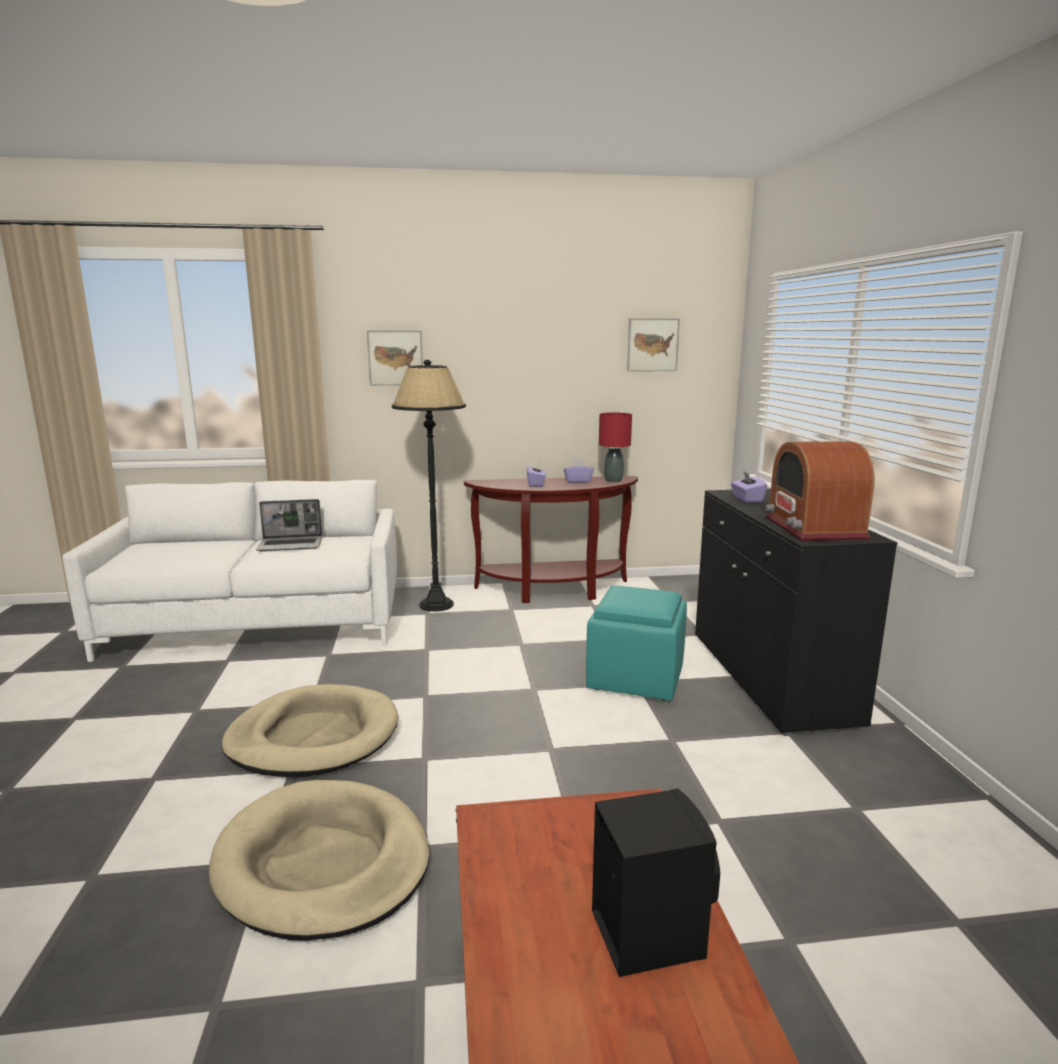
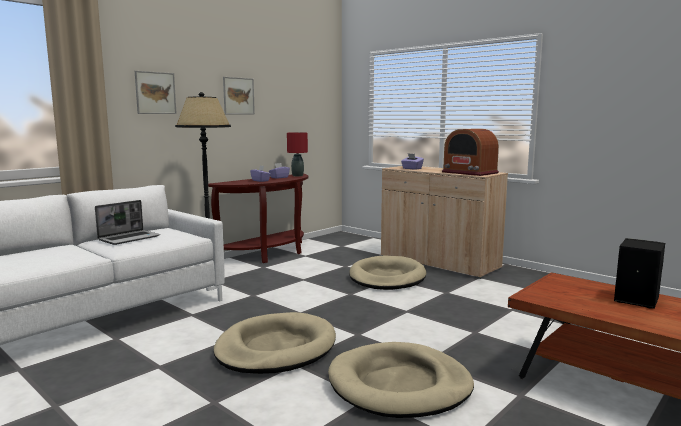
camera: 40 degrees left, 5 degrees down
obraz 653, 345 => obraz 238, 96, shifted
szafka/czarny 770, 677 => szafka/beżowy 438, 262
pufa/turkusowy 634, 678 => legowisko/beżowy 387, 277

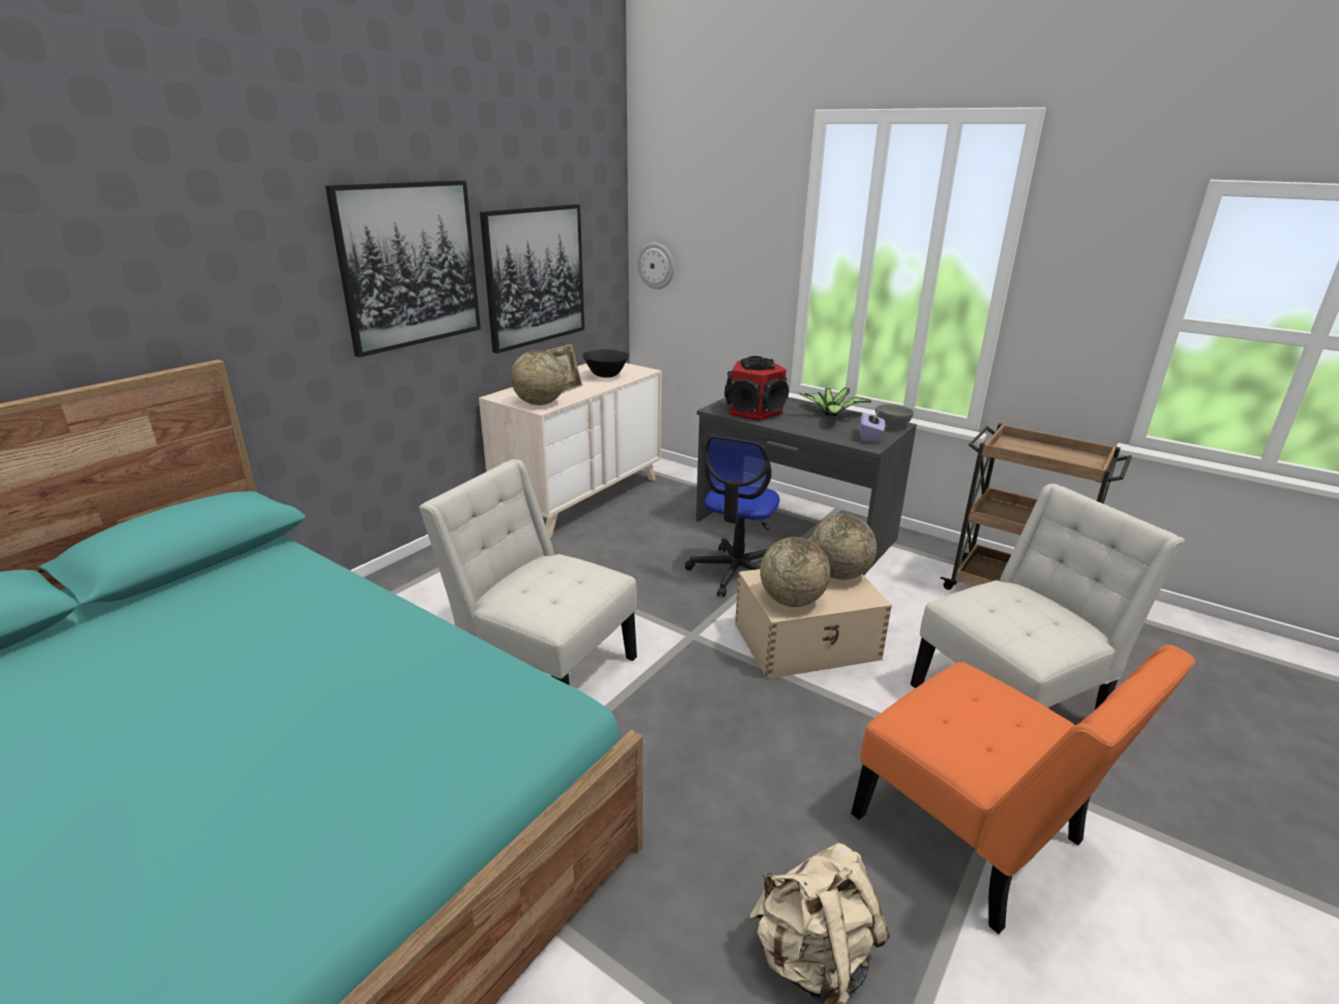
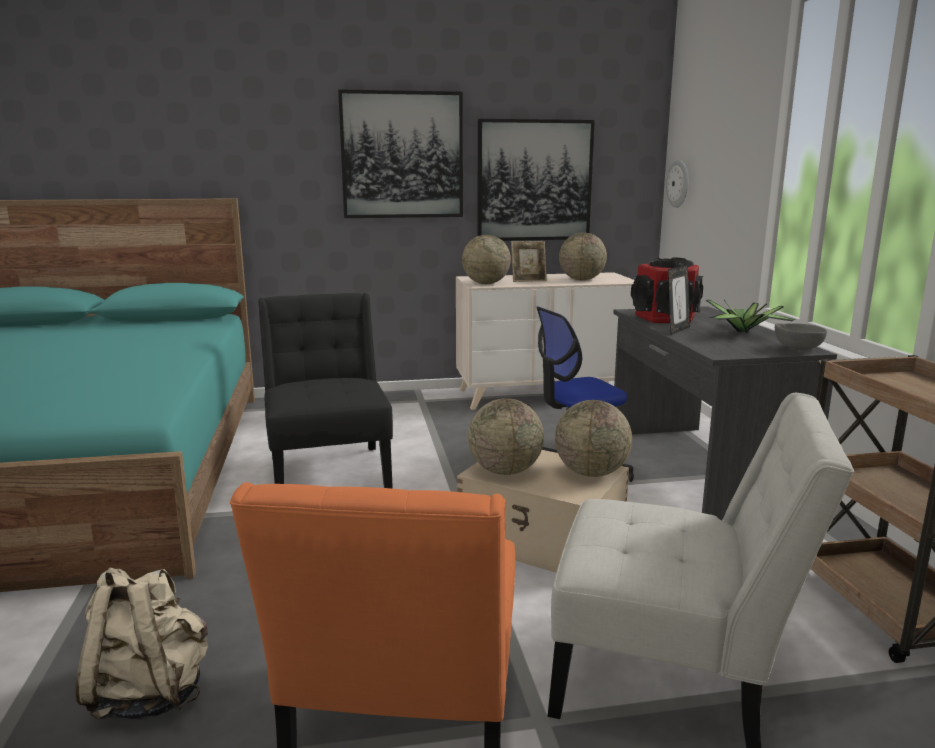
camera: 45 degrees right, 10 degrees down
miska/czarny 606, 376 => globus 581, 280
pudełko chusteczek/fioletowy 870, 437 => nothing
krzesło/biały 543, 666 => krzesło/czarny 329, 470
nothing => ramka na zdjęcie 676, 330

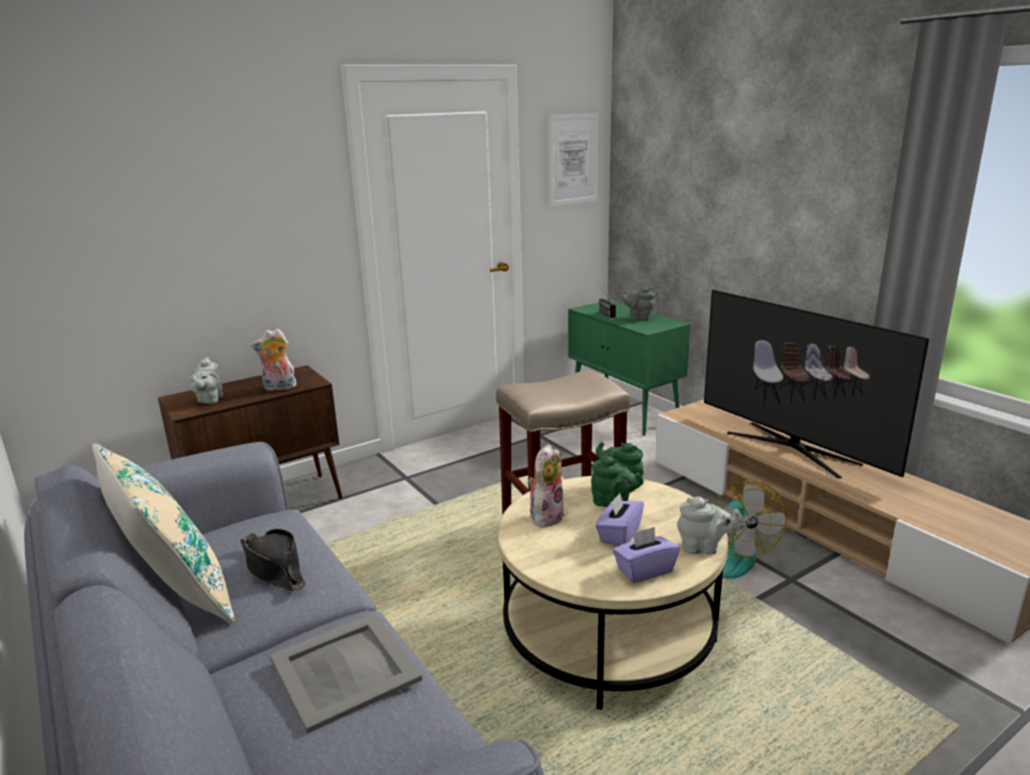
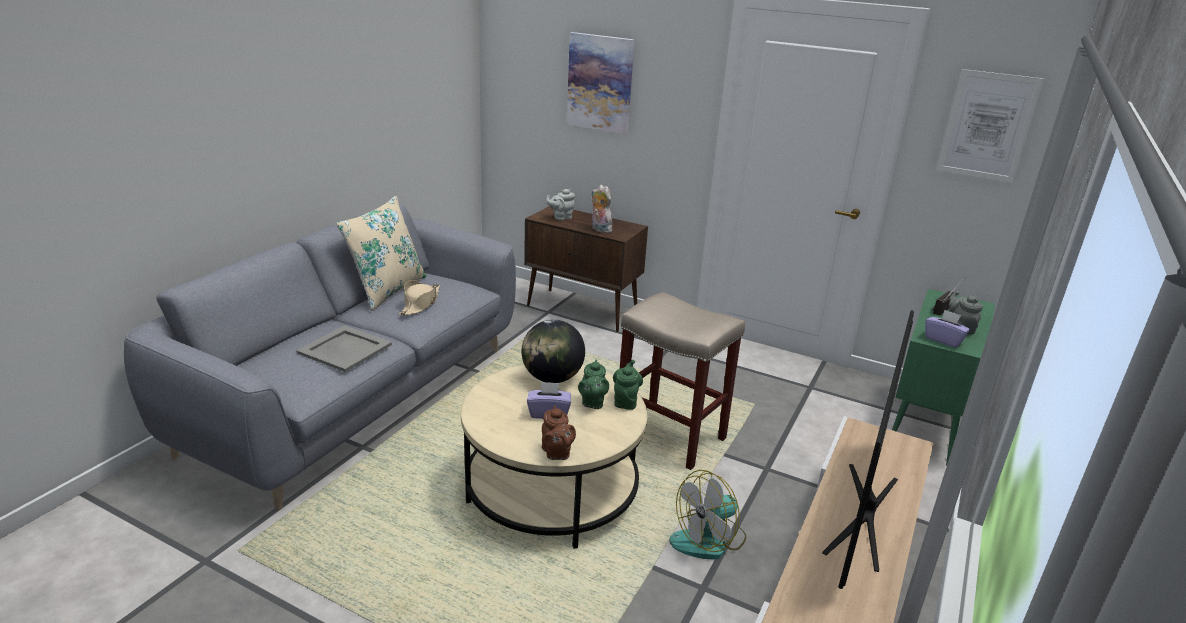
camera: 60 degrees right, 5 degrees up
pluszak 545, 516 => globus 552, 378
imbryk/szary 703, 548 => imbryk/brązowy 556, 453
pudełko chusteczek/fioletowy 644, 570 => pudełko chusteczek/fioletowy 943, 340, shifted
kapelusz/czarny 273, 568 => kapelusz/beżowy 420, 304
nothing => obraz 600, 83

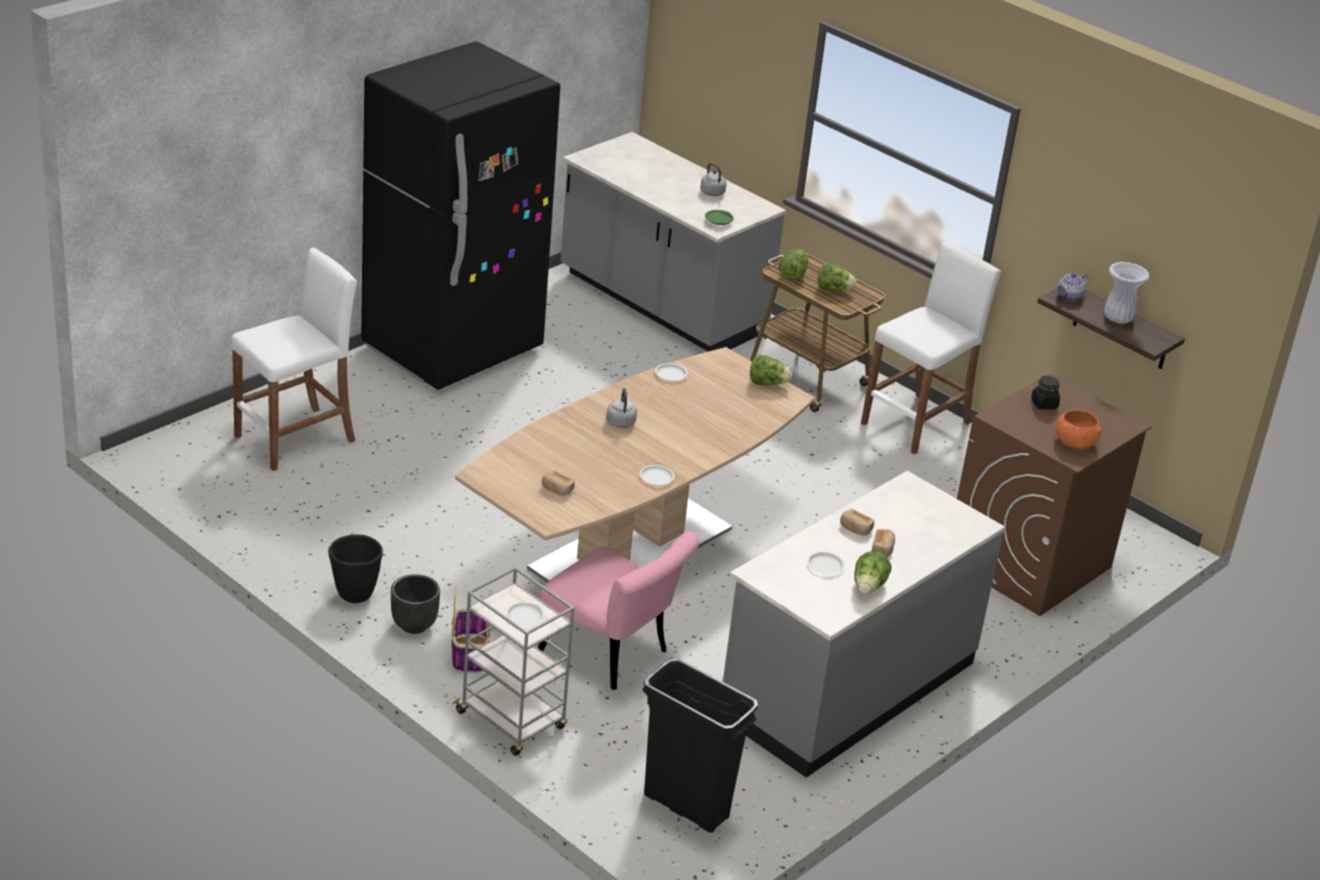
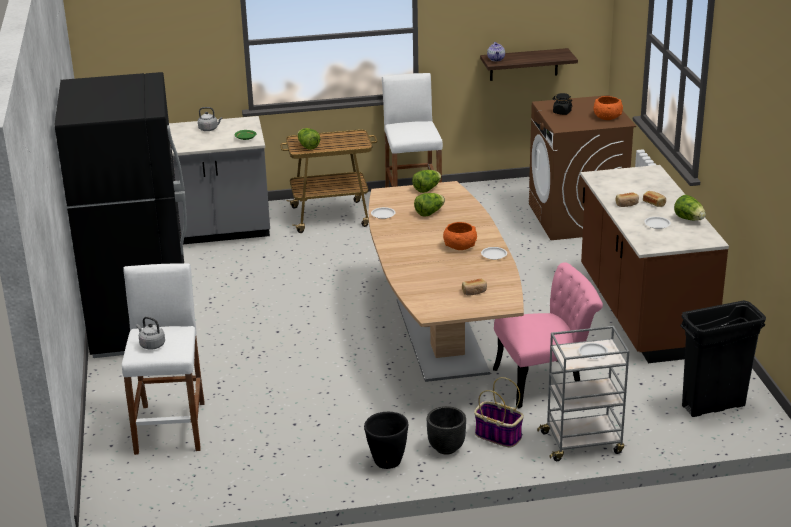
camera: 50 degrees left, 5 degrees down
wazon/biały 1117, 318 => nothing
sałata 833, 290 => sałata 429, 213, shifted
czajnik/szary 620, 421 => czajnik/szary 151, 345, shifted
zabudowa kuchenna/szary 846, 687 => zabudowa kuchenna/brązowy 642, 313
nothing => miska/pomarańczowy 460, 246

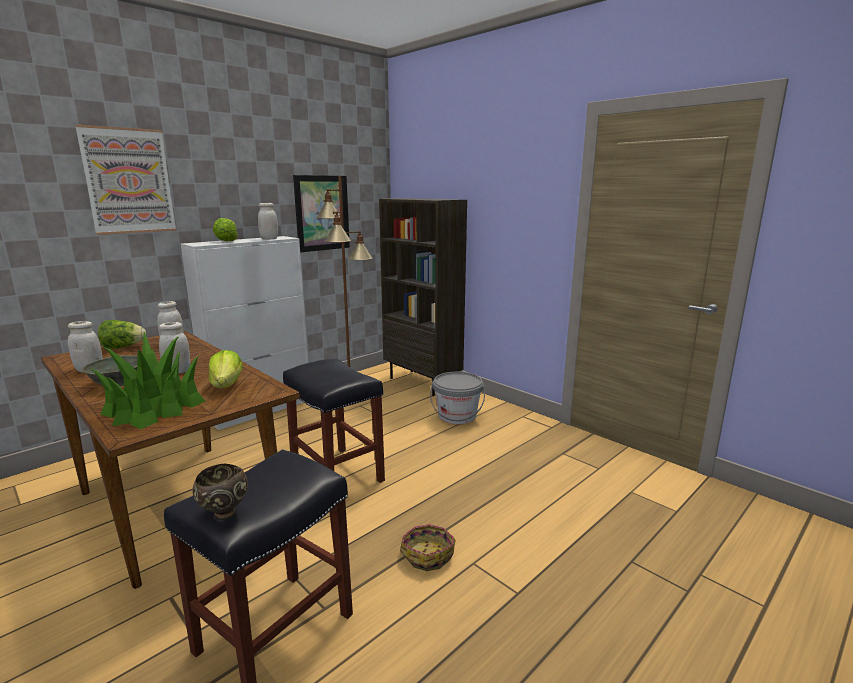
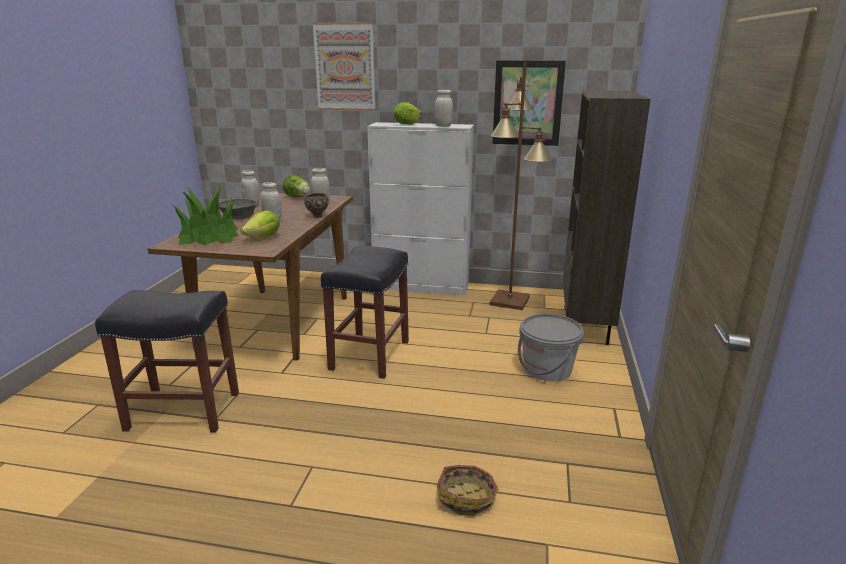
camera: 55 degrees right, 5 degrees up
miska/brązowy 223, 513 => miska/brązowy 317, 216, shifted
koszyk 428, 554 => koszyk 467, 497, shifted

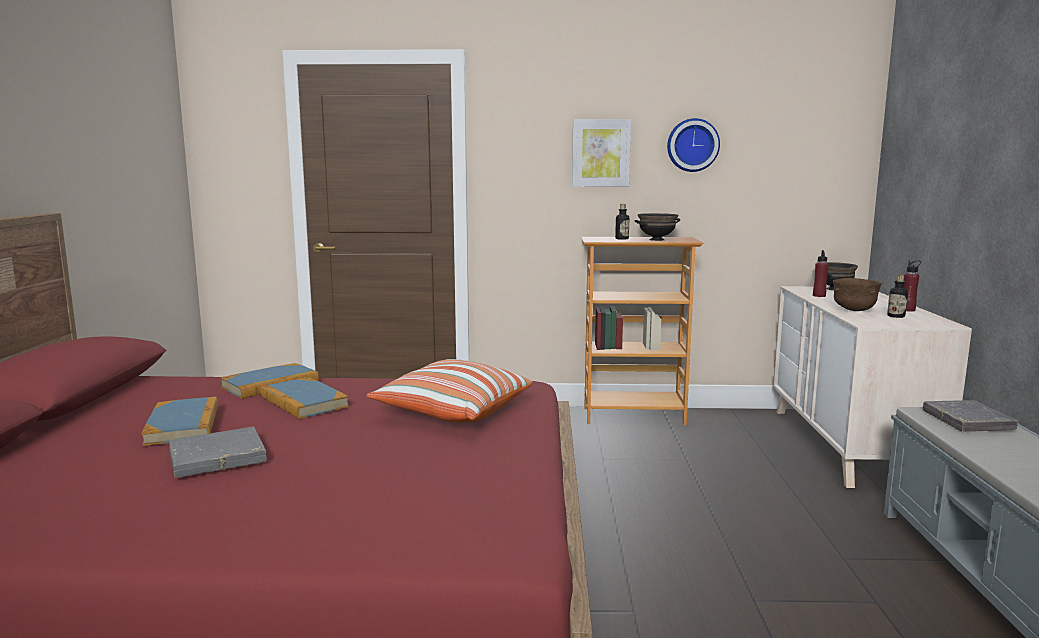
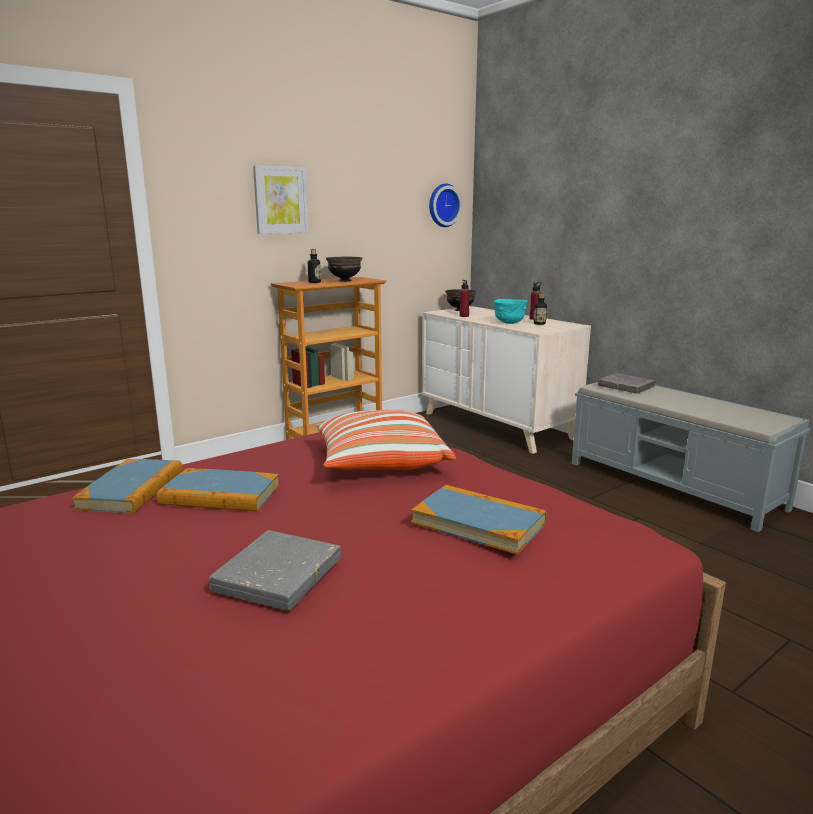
camera: 40 degrees left, 5 degrees up
zegar ścienny 692, 145 => zegar ścienny 442, 205, shifted
miska/brązowy 854, 310 => miska/turkusowy 509, 323
książka 183, 425 => książka 478, 523, shifted

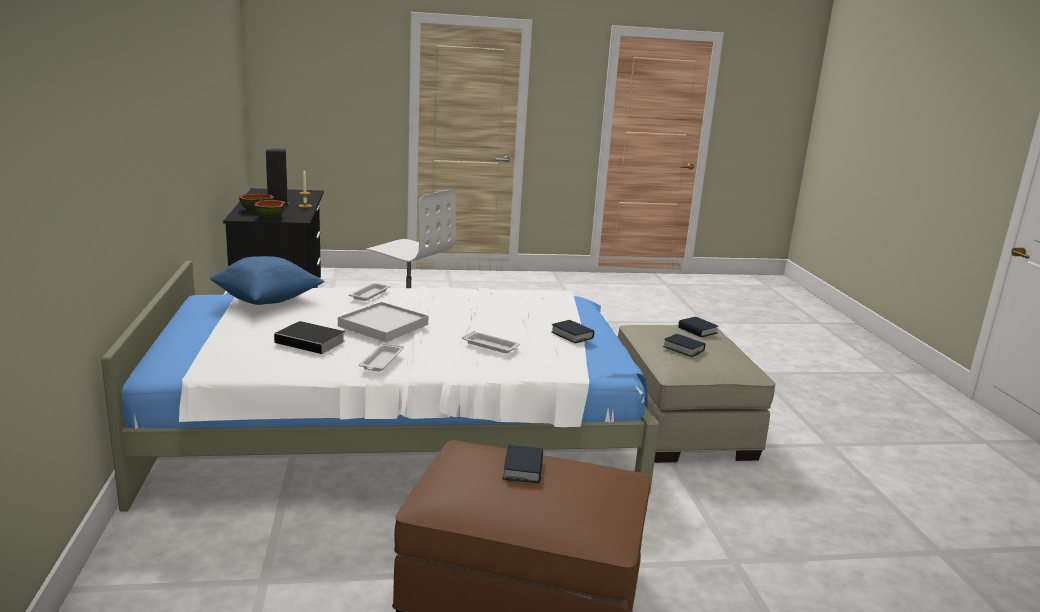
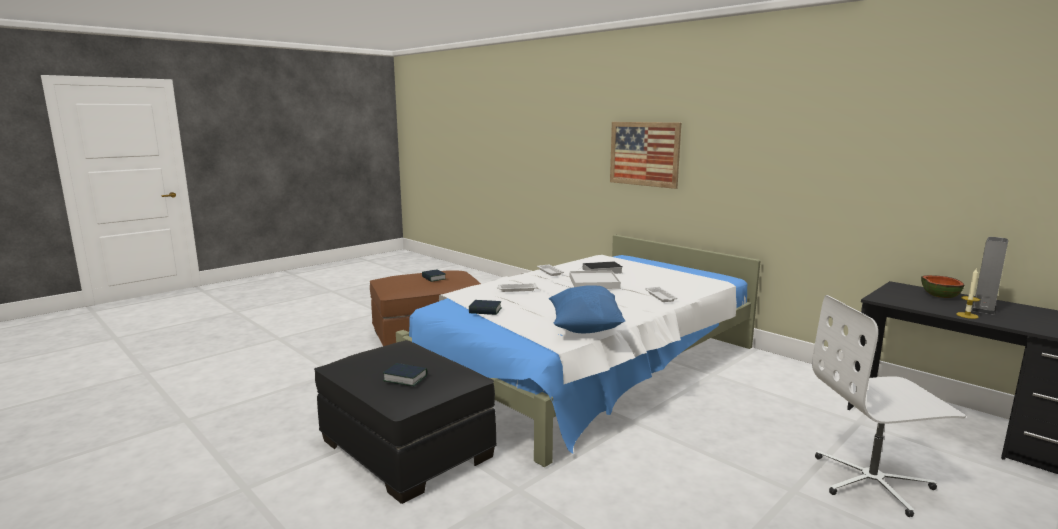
camera: 145 degrees right, 5 degrees down
miska 271, 218 => nothing
poduszka/niebieski 267, 301 => poduszka/niebieski 585, 328, shifted
pufa/beżowy 680, 424 => pufa/czarny 407, 449
książka 683, 349 => nothing
nothing => obraz 644, 154

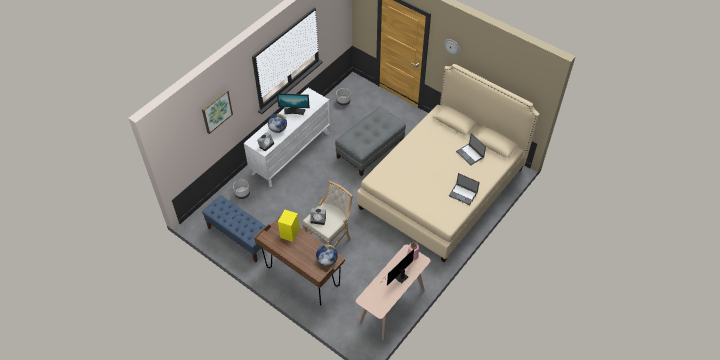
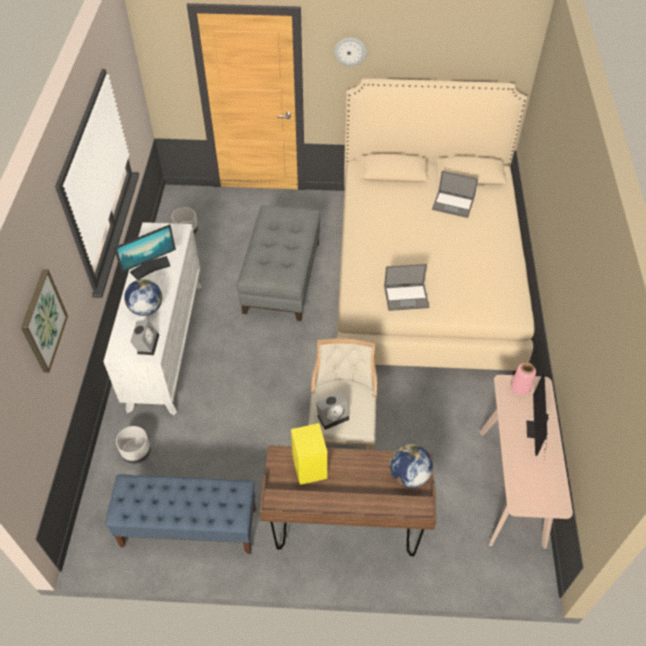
camera: 35 degrees left, 0 degrees up
laptop 463, 194 => laptop 406, 296, shifted

